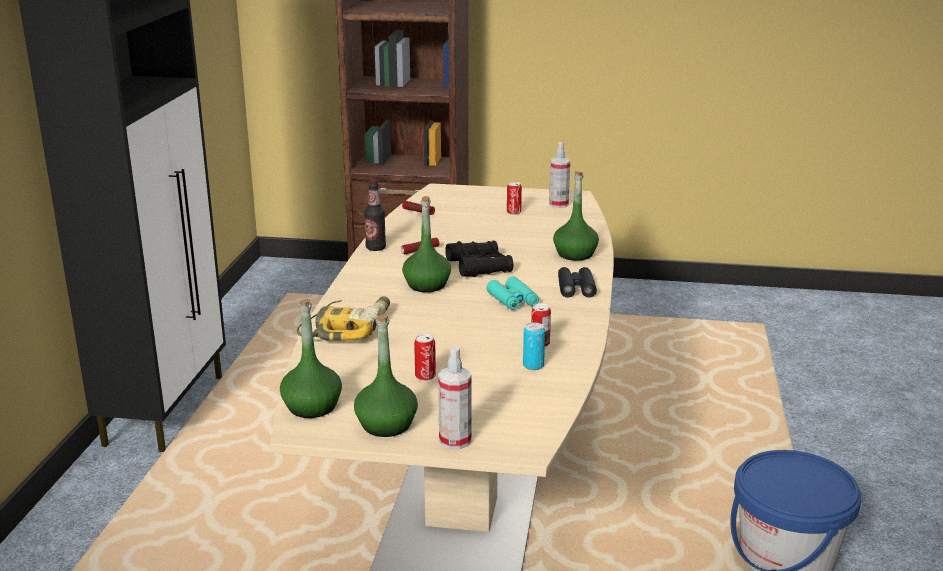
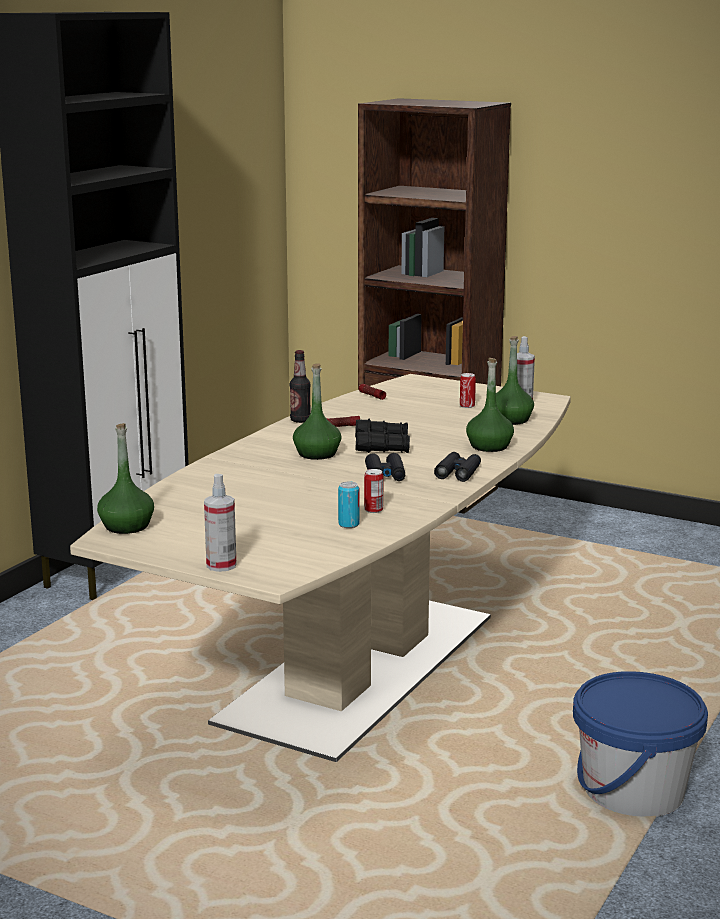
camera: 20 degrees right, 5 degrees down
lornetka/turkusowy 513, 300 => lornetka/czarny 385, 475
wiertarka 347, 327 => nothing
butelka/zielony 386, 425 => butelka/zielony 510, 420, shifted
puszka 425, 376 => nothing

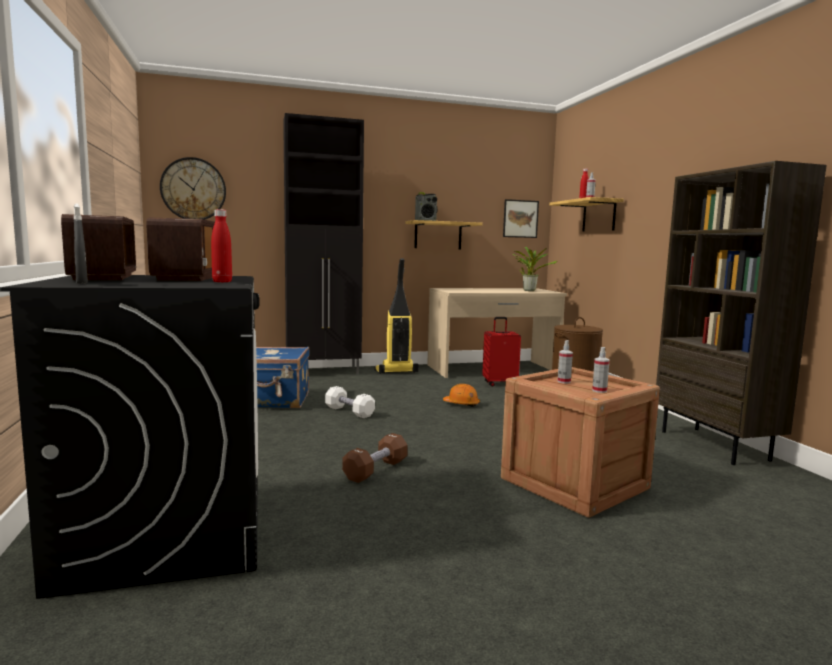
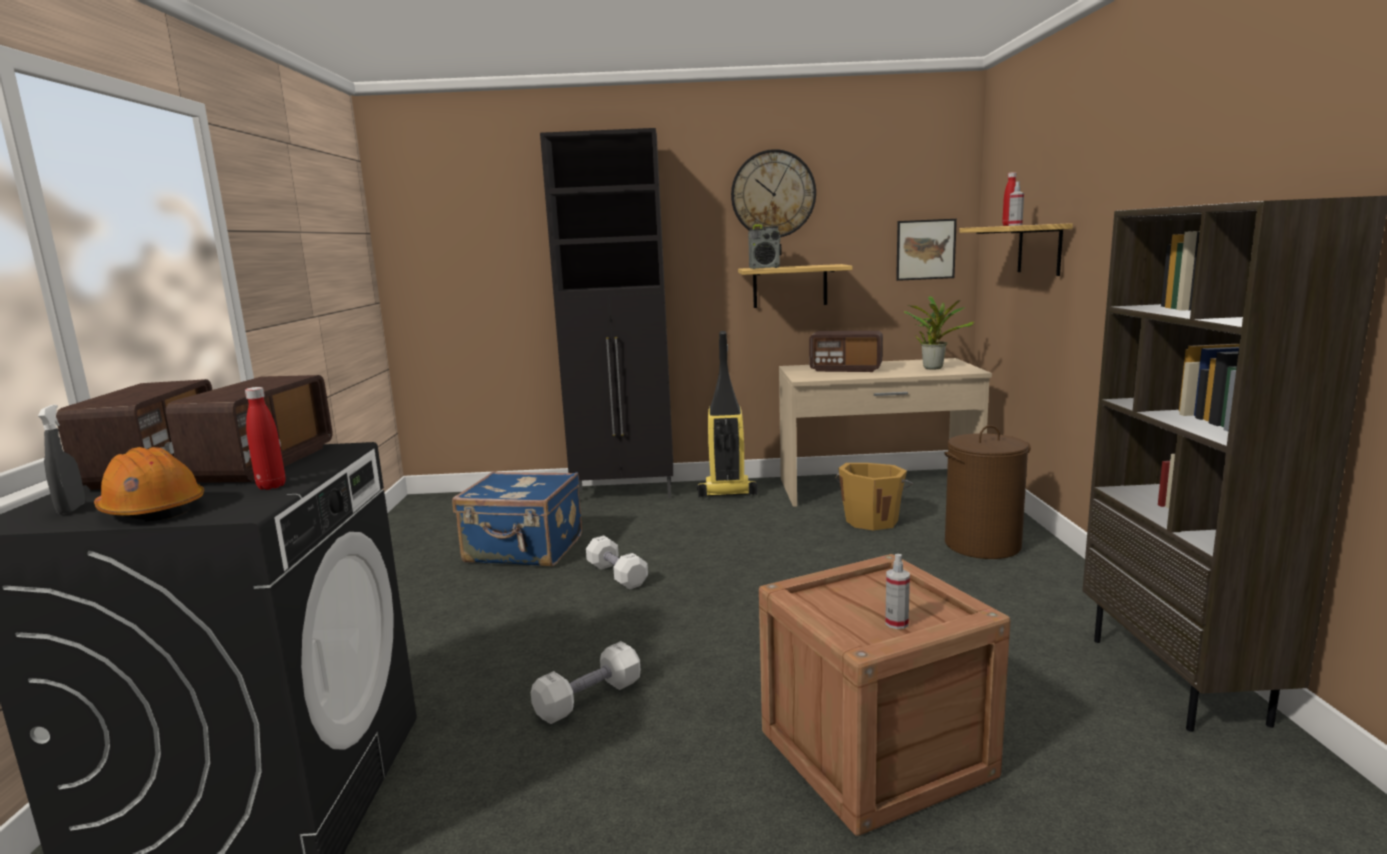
camera: 15 degrees right, 5 degrees up
zegar ścienny 193, 189 => zegar ścienny 773, 194, shifted
walizka/czerwony 500, 383 => wiadro/pomarańczowy 872, 520
spryskiwacz 564, 381 => nothing
kask/pomarańczowy 461, 404 => kask/pomarańczowy 151, 510, shifted
hantel/brązowy 375, 470 => hantel/biały 588, 699
nothing => radio 846, 369

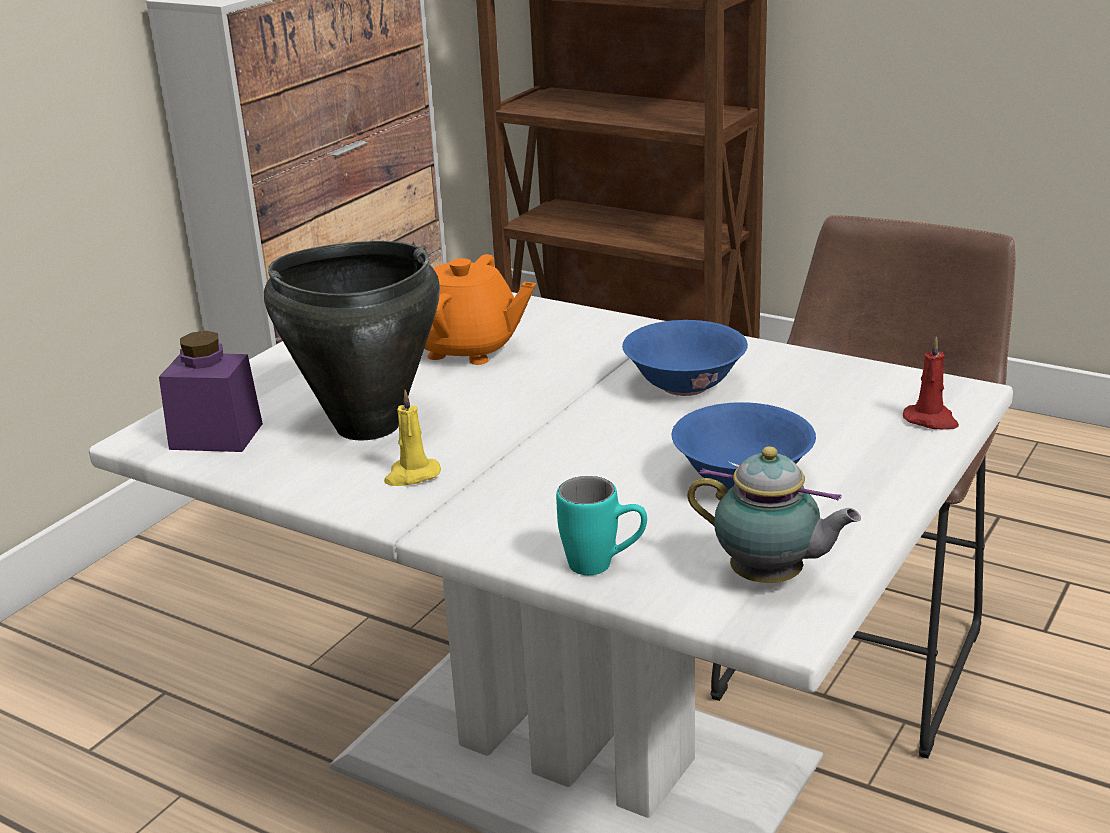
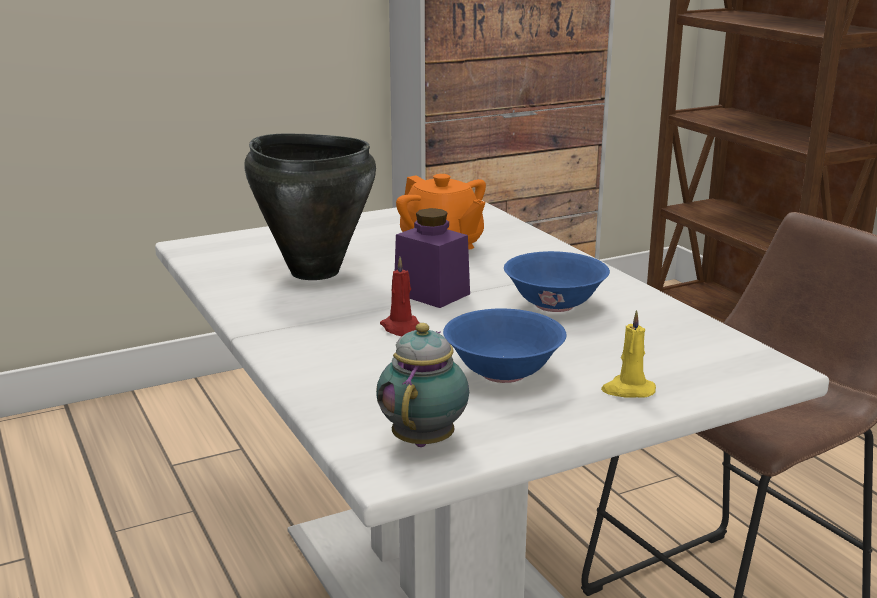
camera: 30 degrees right, 5 degrees down
słoik/fioletowy 216, 436 => słoik/fioletowy 431, 293, shifted
świeca/czerwony 931, 420 => świeca/czerwony 401, 328, shifted
świeca/żółty 411, 475 => świeca/żółty 627, 390, shifted
imbryk 771, 579 => imbryk 425, 439, 135 degrees counterclockwise
kubek/turkusowy 604, 566 => nothing

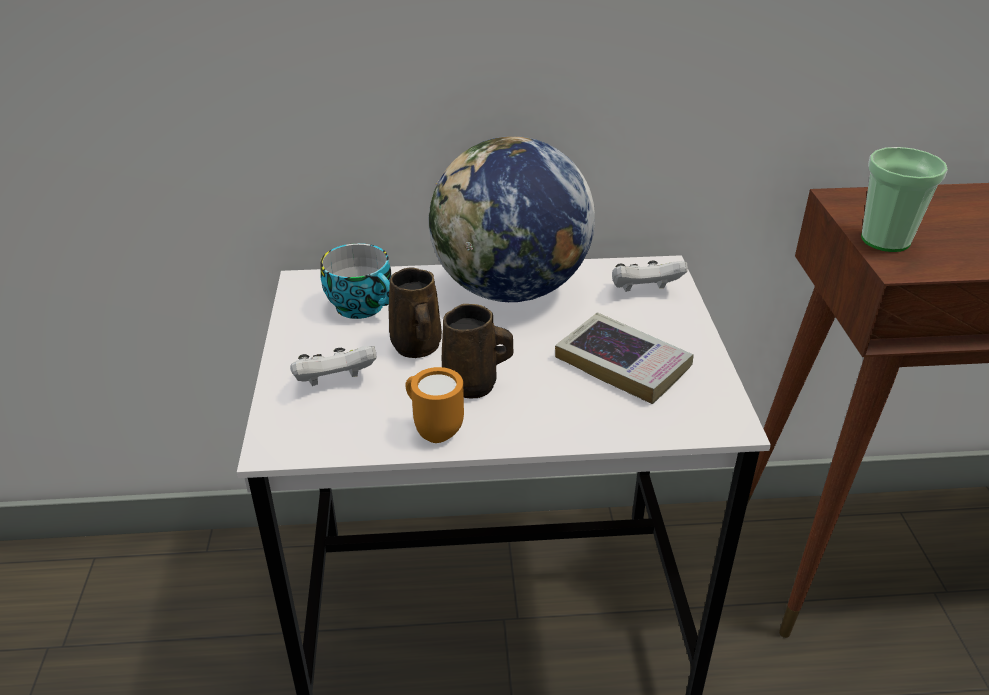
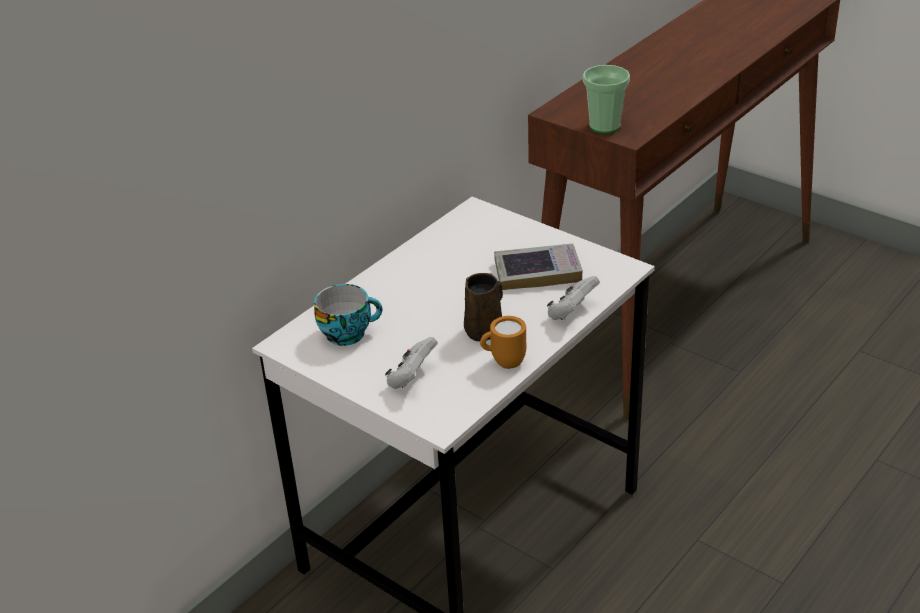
camera: 45 degrees left, 0 degrees up
globus 510, 290 => nothing
pad do gier/biały 644, 291 => pad do gier/biały 571, 312, shifted
kubek/brązowy 417, 347 => nothing

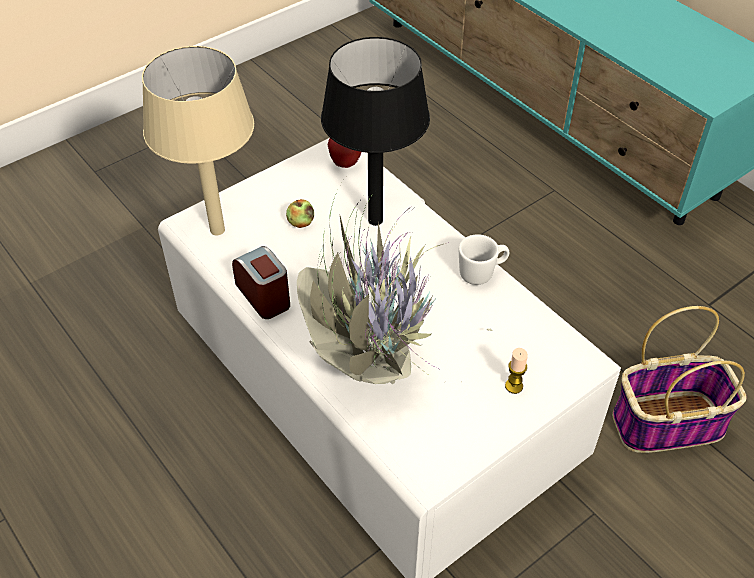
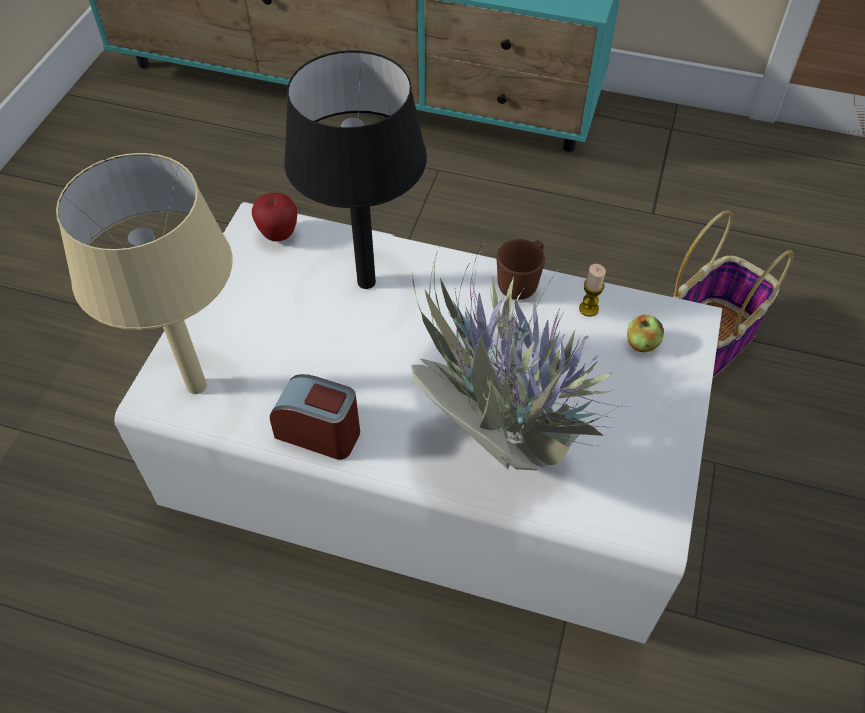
camera: 35 degrees left, 5 degrees up
jabłko 301, 222 => jabłko 641, 343, shifted
kubek/biały 482, 273 => kubek/brązowy 521, 282
świeca 514, 386 => świeca 588, 309, shifted

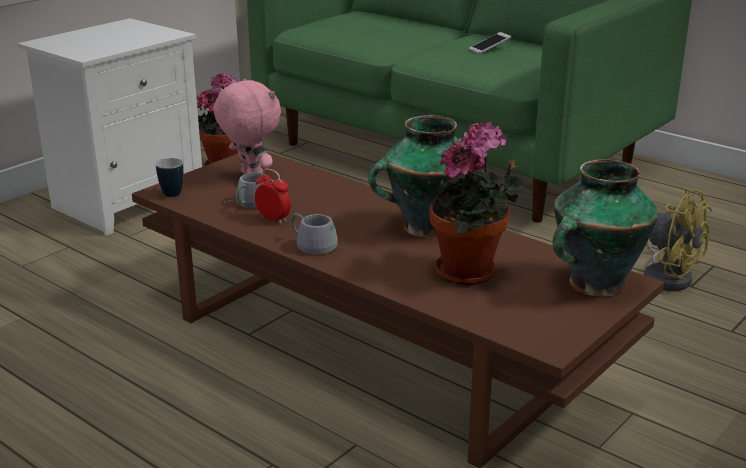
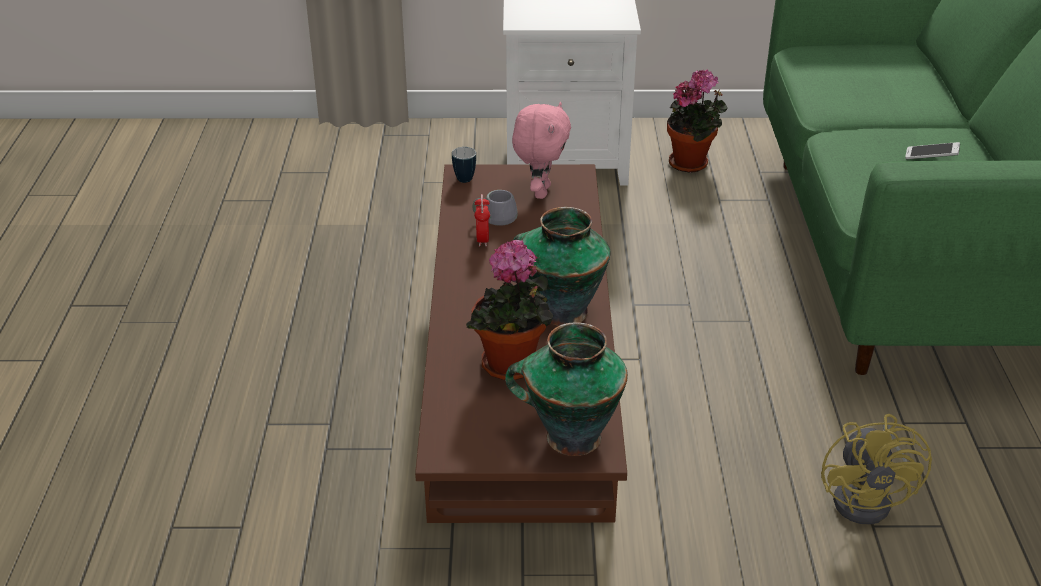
camera: 50 degrees right, 10 degrees up
kubek/szary 315, 243 => nothing

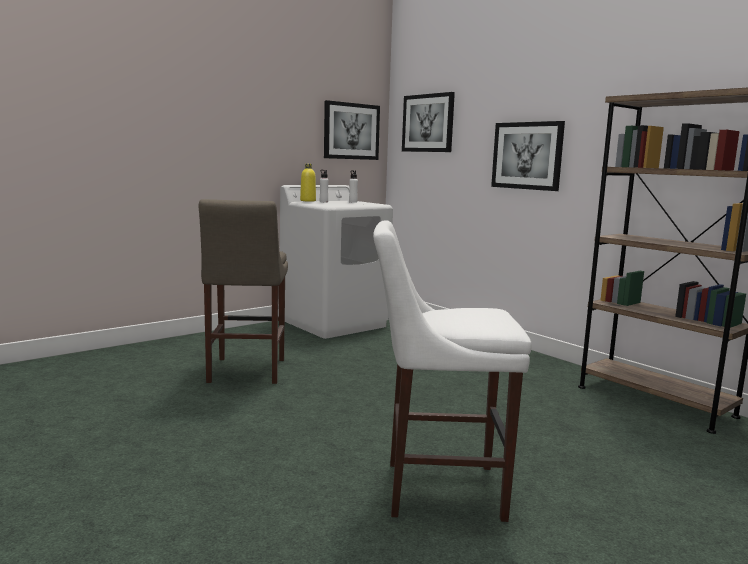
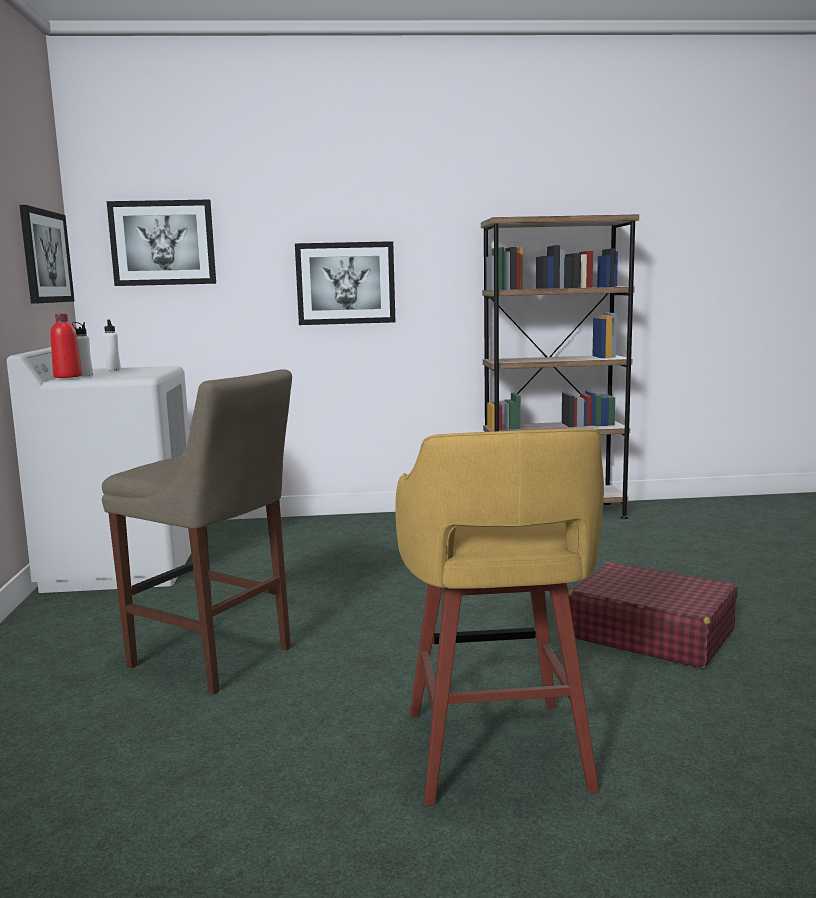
camera: 55 degrees left, 0 degrees up
butelka/żółty 308, 200 => butelka/czerwony 68, 376
stołek/biały 436, 489 => walizka/czerwony 650, 634
nothing => stołek/żółty 496, 754

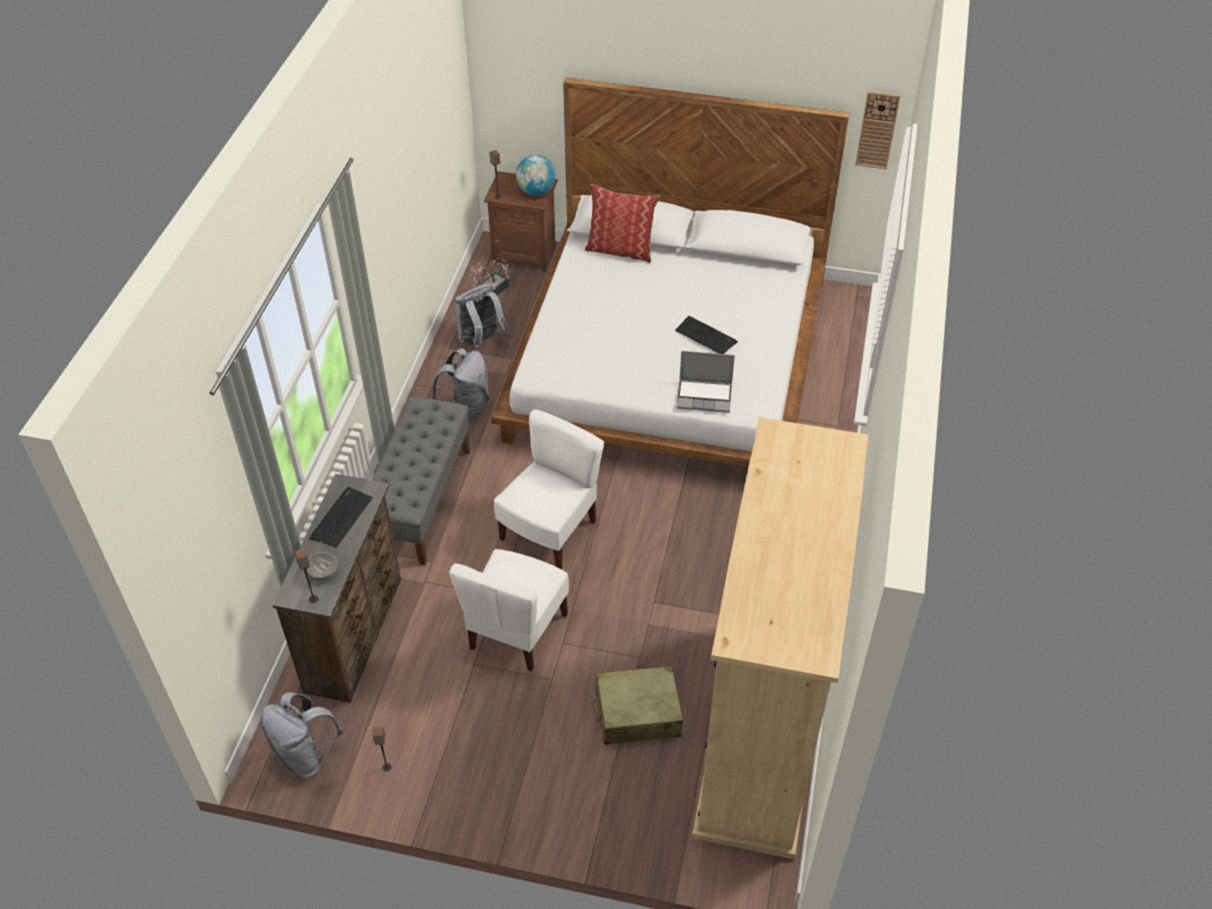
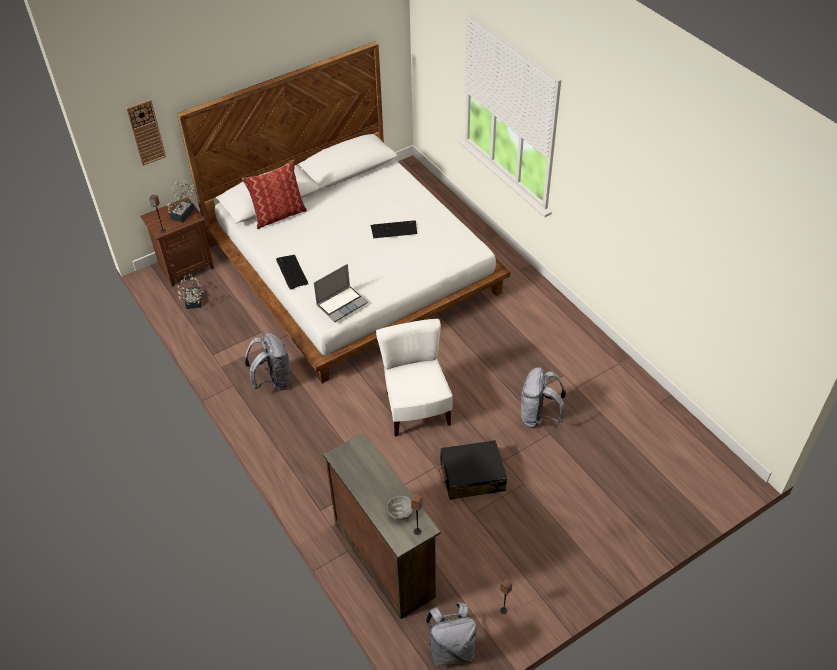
camera: 45 degrees left, 0 degrees up
zegar ścienny 877, 130 => zegar ścienny 146, 132, shifted
globus 536, 191 => roślina doniczkowa 184, 212
plecak/szary 481, 342 => plecak/szary 539, 417, shifted
laptop 705, 396 => laptop 342, 304, shifted
ławka/szary 421, 501 => nothing
szafa/beżowy 762, 730 => nothing
klawiatura 341, 517 => klawiatura 291, 272, shifted
krzesło/biały 516, 631 => walizka/czarny 472, 476
walizka/beżowy 637, 713 => nothing

